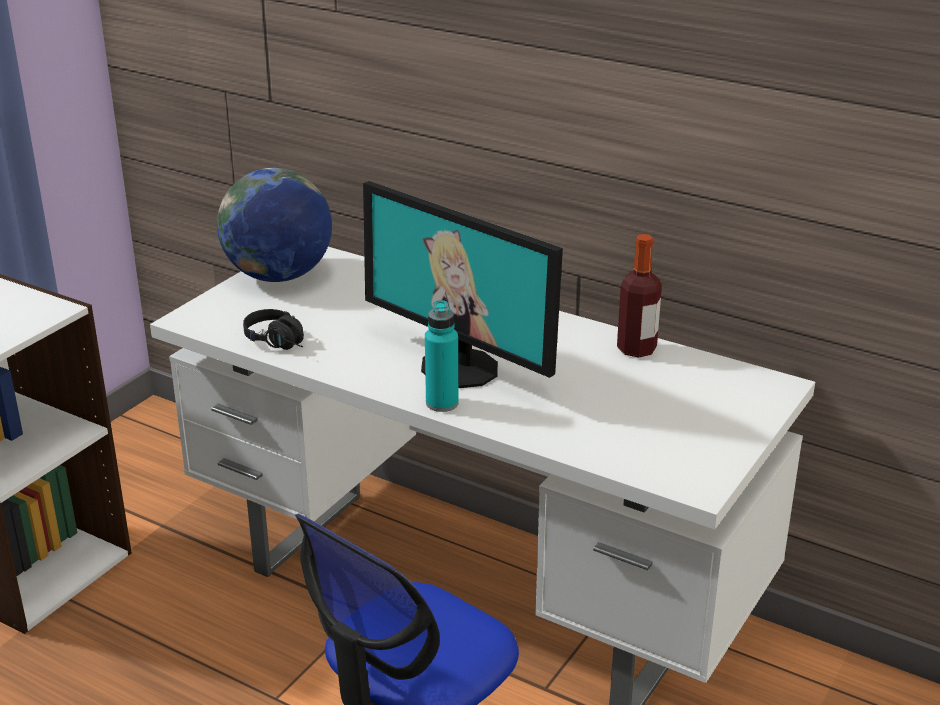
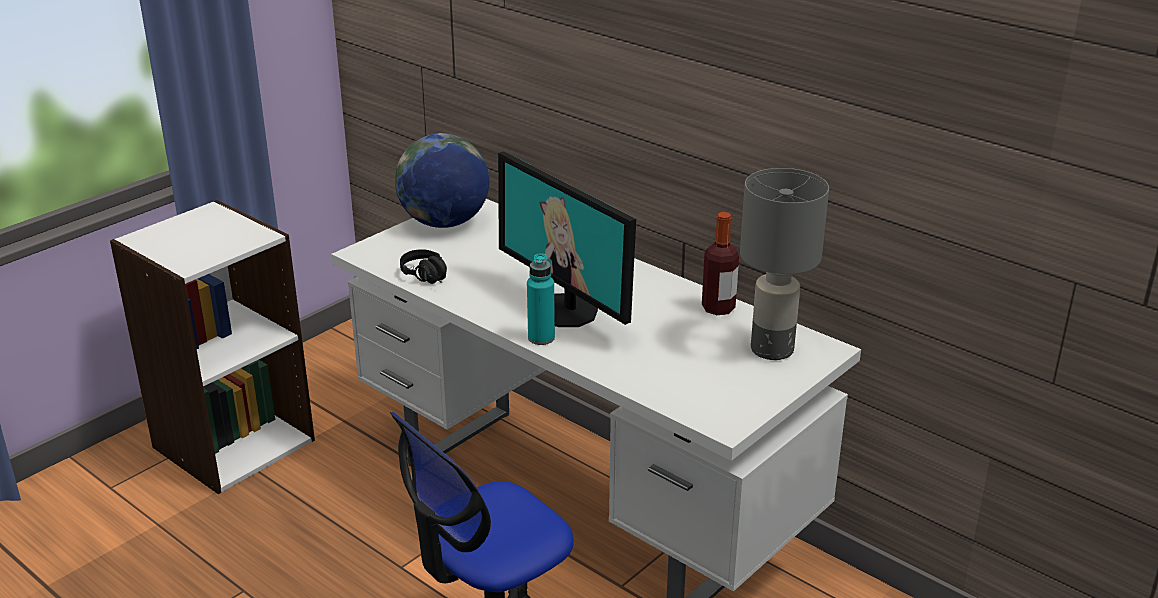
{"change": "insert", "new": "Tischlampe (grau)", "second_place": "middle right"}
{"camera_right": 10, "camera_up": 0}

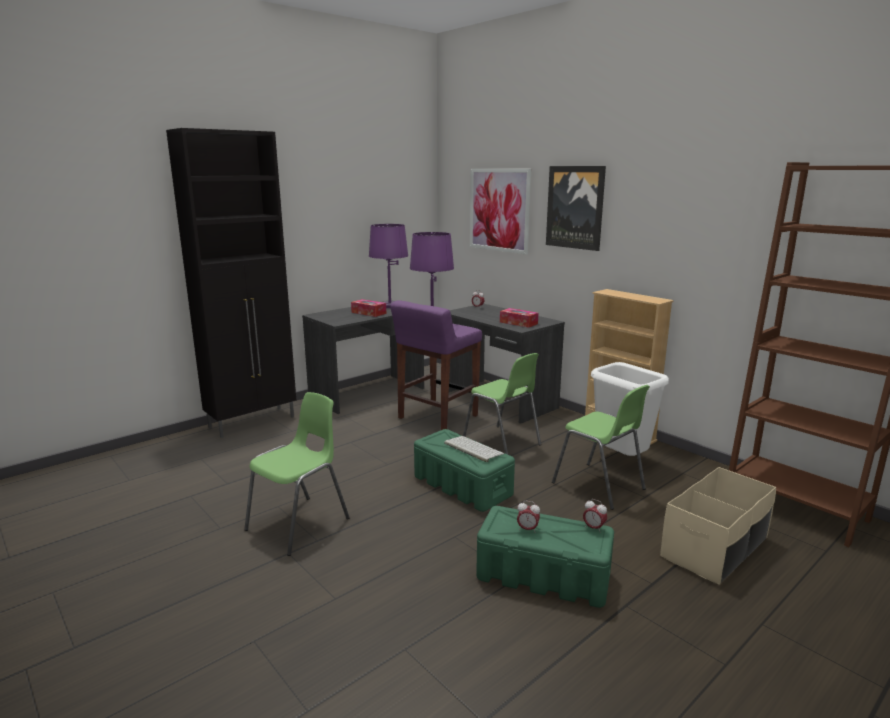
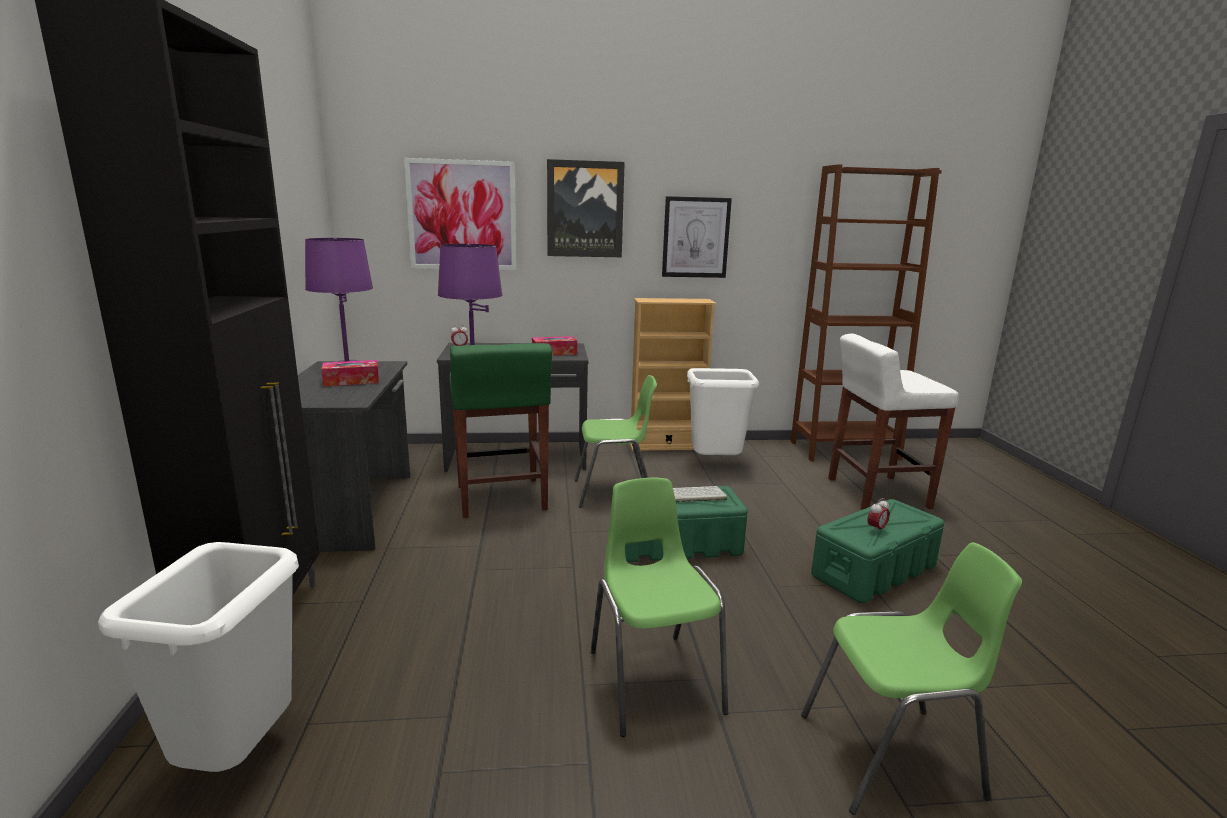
{"change": "recolor", "old": "Hocker (lila)", "new": "Hocker (grün)", "first_place": "centre", "second_place": "centre"}
{"change": "move", "old": "Stuhl (grün) (3rd from left)", "first_place": "middle right", "second_place": "bottom right"}
{"change": "replace", "old": "Aufbewahrungsbox (beige)", "new": "Hocker (weiß)", "first_place": "bottom right", "second_place": "middle right"}
{"change": "delete", "old": "Wecker (3rd from left)", "first_place": "bottom right"}
{"change": "insert", "new": "Bild (3rd from left)", "second_place": "top centre"}
{"change": "insert", "new": "Mülleimer (weiß) (1st from left)", "second_place": "bottom left"}
{"camera_right": -55, "camera_up": 0}

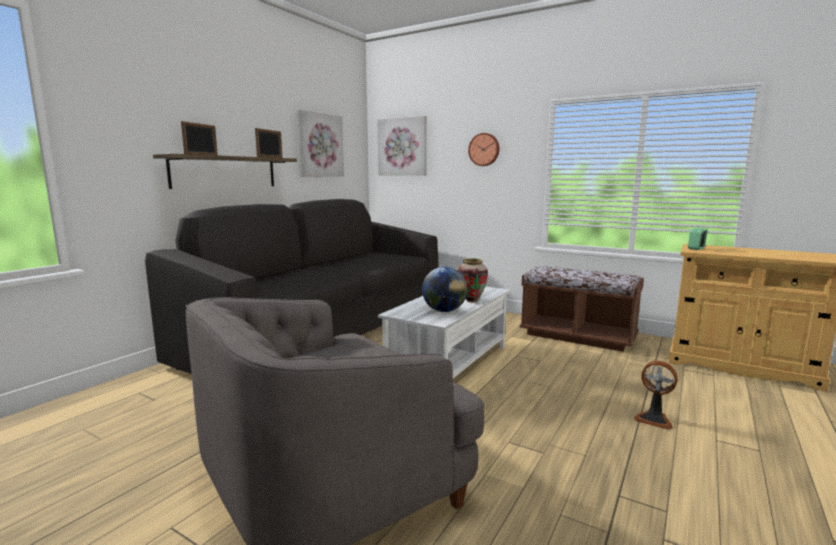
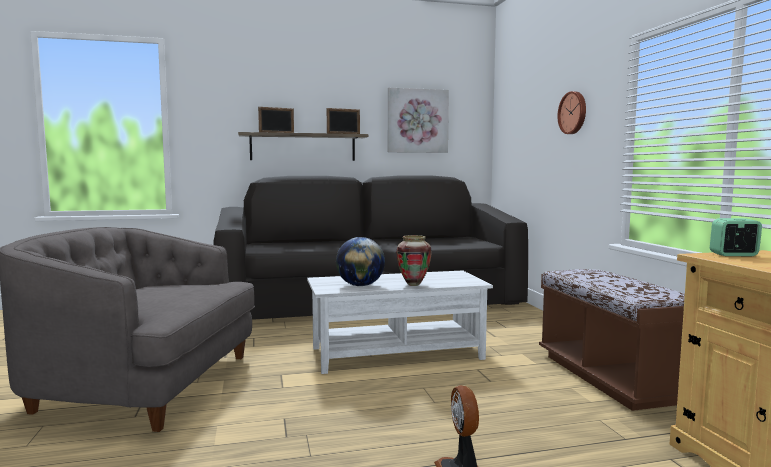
{"change": "delete", "old": "Bild (2nd from left)", "first_place": "top centre"}
{"camera_right": 45, "camera_up": -5}

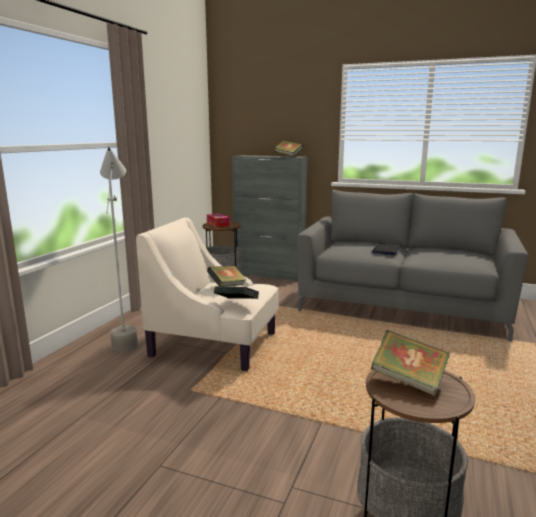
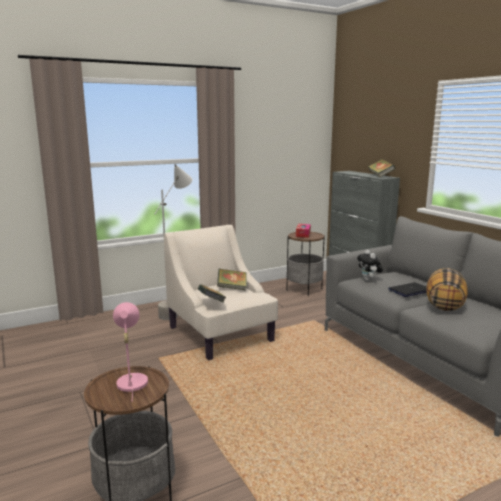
{"change": "replace", "old": "Buch (4th from left)", "new": "Tischlampe (rosa)", "first_place": "bottom right", "second_place": "bottom left"}
{"change": "insert", "new": "Plüschtier", "second_place": "middle right"}
{"change": "insert", "new": "Kissen", "second_place": "middle right"}
{"camera_right": 40, "camera_up": 0}

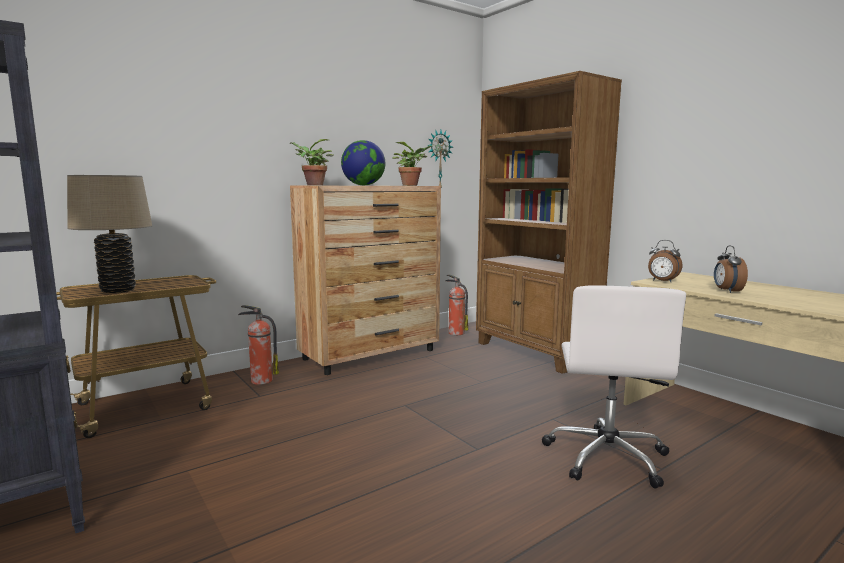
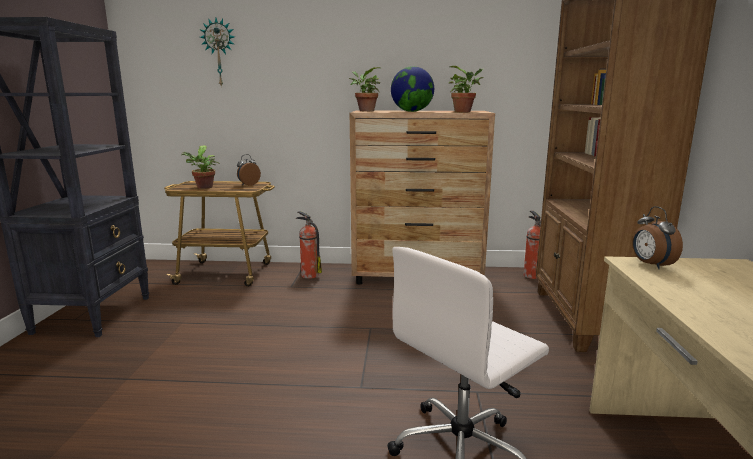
{"change": "move", "old": "Wanduhr", "first_place": "top centre", "second_place": "top left"}
{"change": "replace", "old": "Tischlampe (beige)", "new": "Topfpflanze (1st from left)", "first_place": "middle left", "second_place": "middle left"}
{"change": "move", "old": "Wecker (2nd from left in the first image)", "new": "Wecker (1st from left)", "first_place": "middle right", "second_place": "middle left"}
{"camera_right": 40, "camera_up": 5}

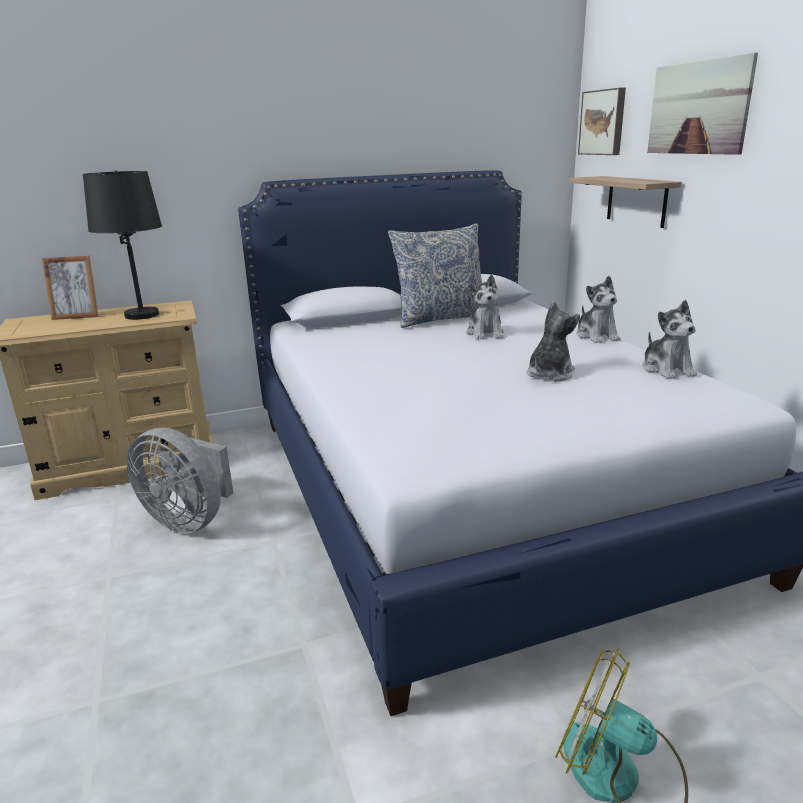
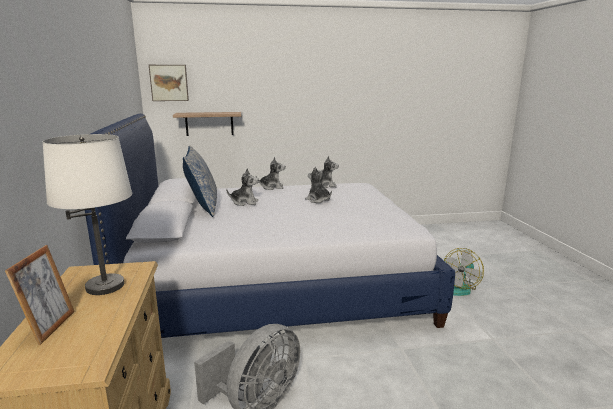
{"change": "delete", "old": "Bild (2nd from left)", "first_place": "top right"}
{"change": "recolor", "old": "Tischlampe (schwarz)", "new": "Tischlampe (weiß)", "first_place": "top left", "second_place": "middle left"}
{"camera_right": -80, "camera_up": -5}

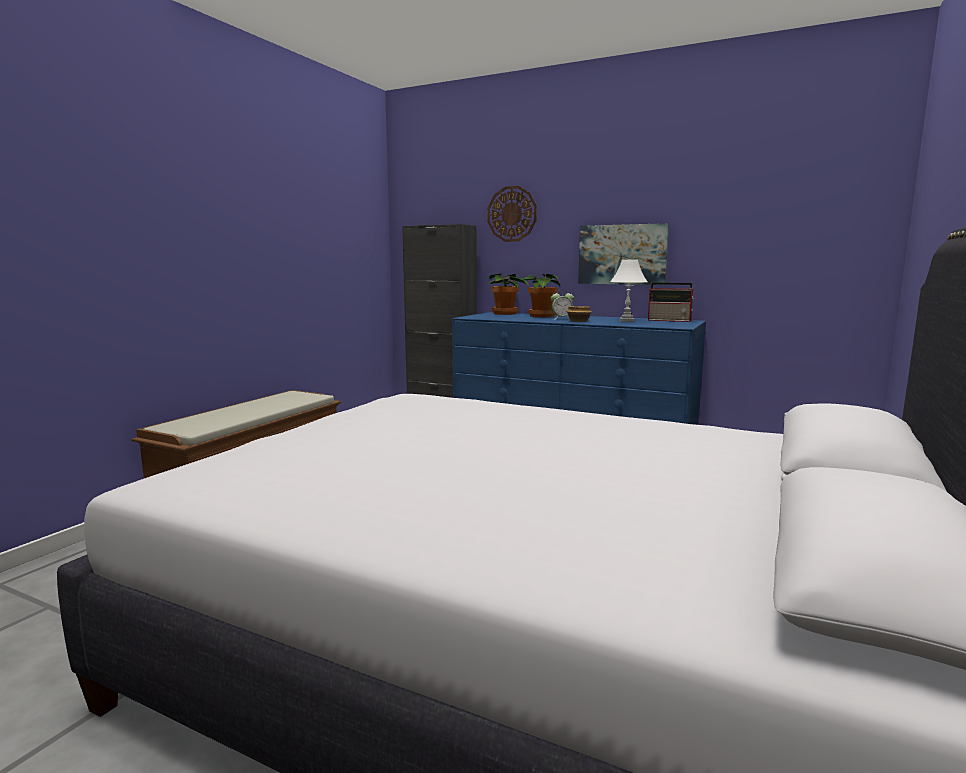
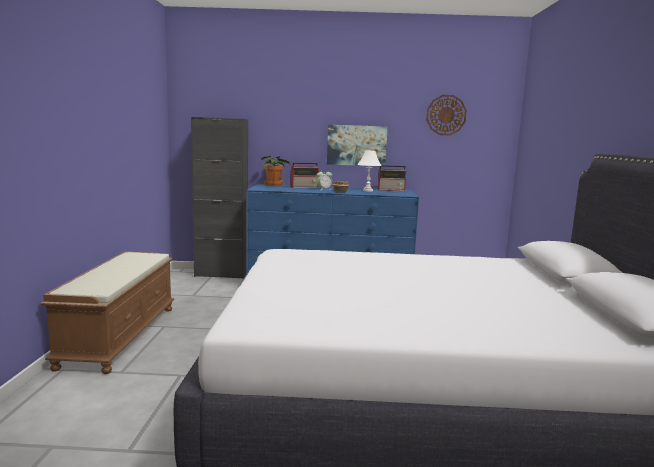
{"change": "move", "old": "Wanduhr", "first_place": "top centre", "second_place": "top right"}
{"change": "replace", "old": "Topfpflanze (2nd from left)", "new": "Radio (1st from left)", "first_place": "centre", "second_place": "centre"}
{"camera_right": -25, "camera_up": 0}

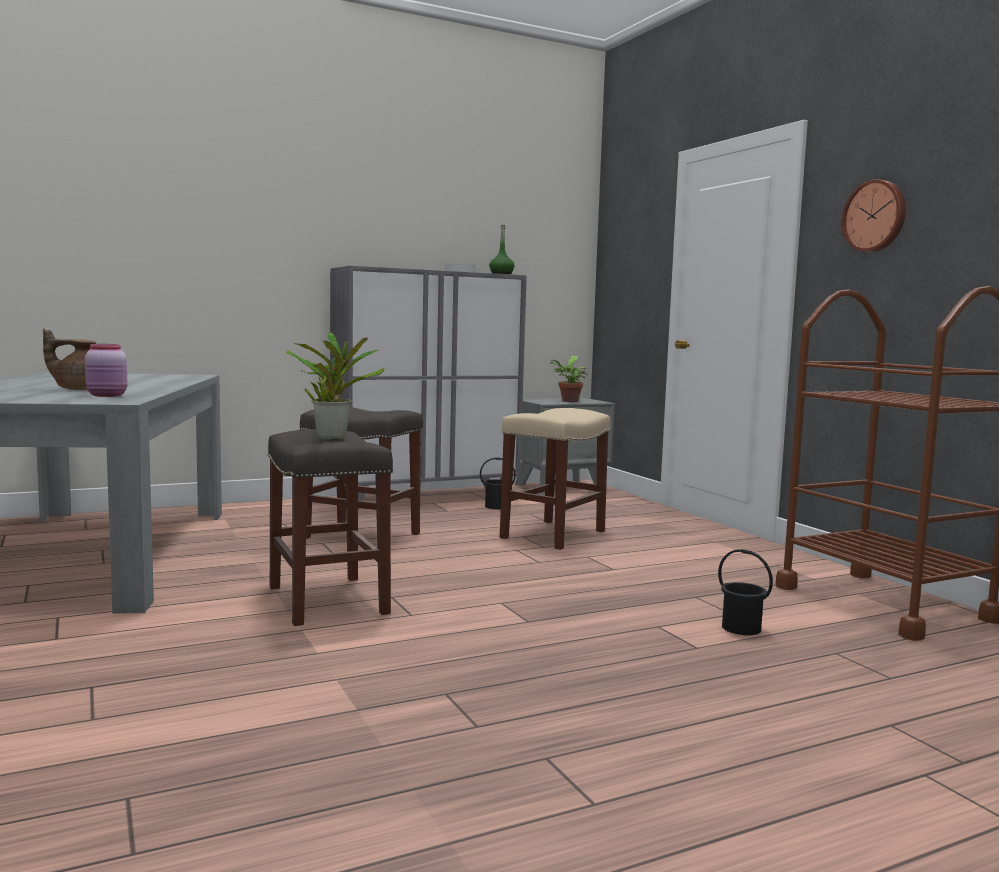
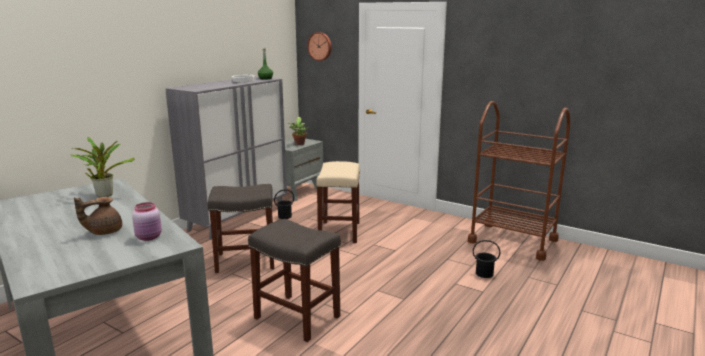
{"change": "move", "old": "Wanduhr", "first_place": "top right", "second_place": "top centre"}
{"change": "move", "old": "Topfpflanze (1st from left)", "first_place": "centre", "second_place": "middle left"}
{"camera_right": -30, "camera_up": 10}

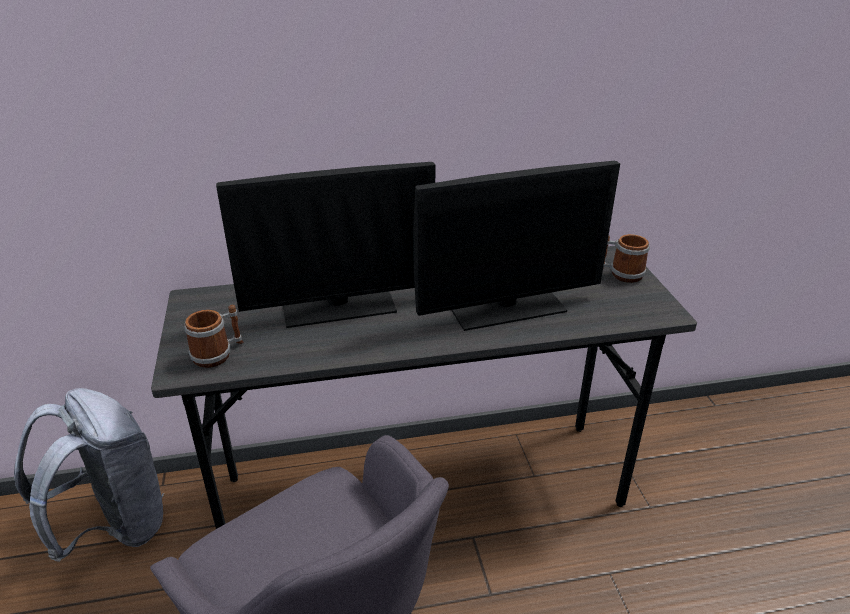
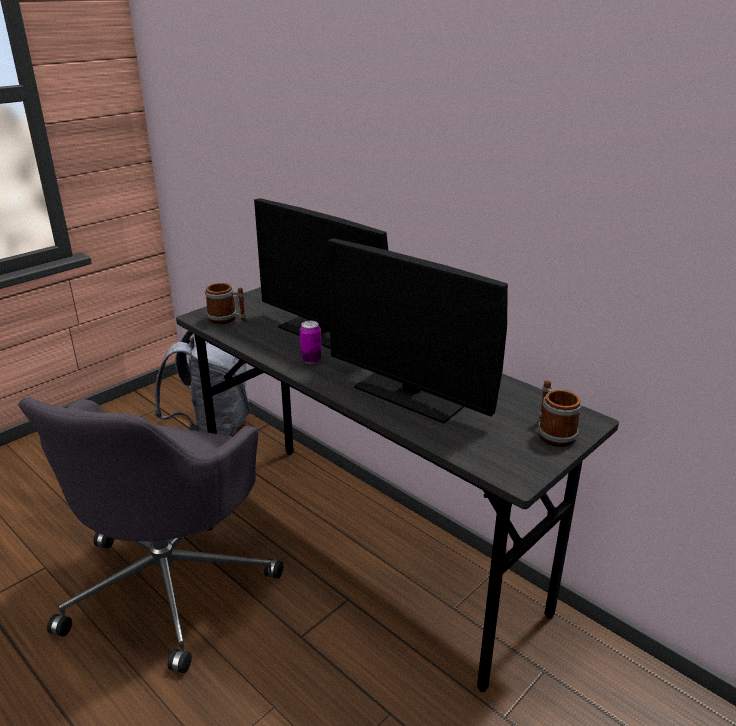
{"change": "insert", "new": "Dose", "second_place": "centre"}
{"camera_right": 55, "camera_up": -5}

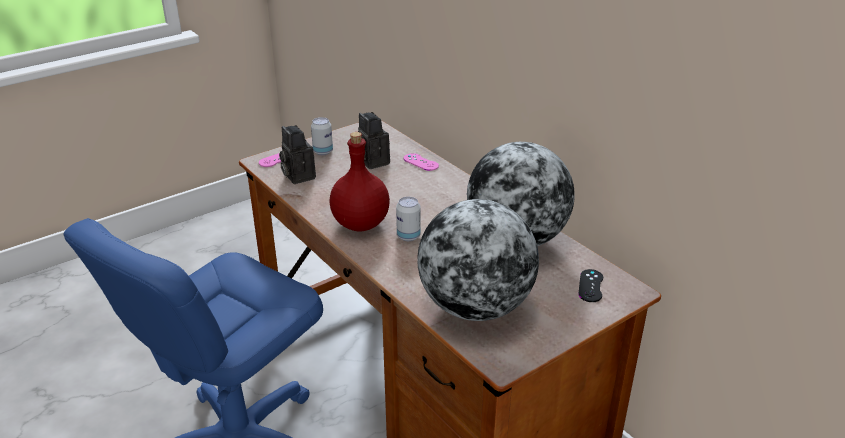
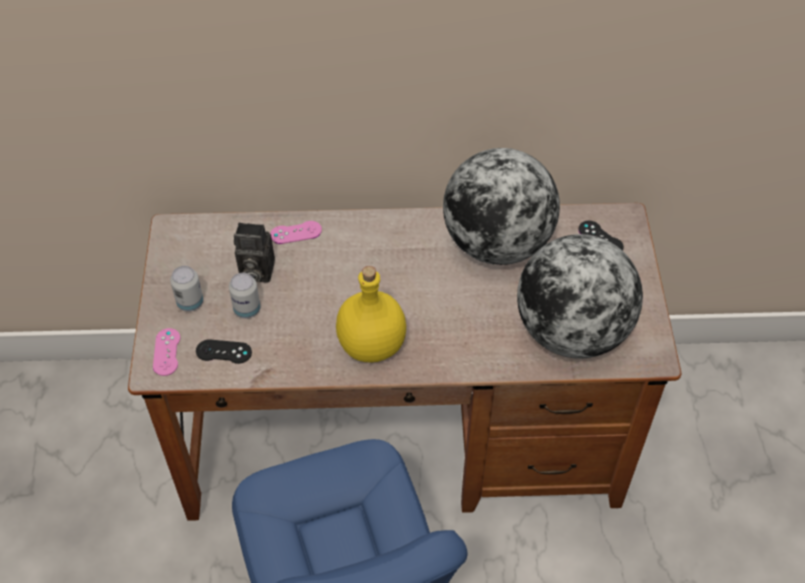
{"change": "replace", "old": "Kamera (1st from left)", "new": "Gamepad (schwarz) (1st from left)", "first_place": "centre", "second_place": "middle left"}
{"change": "recolor", "old": "Flasche (rot)", "new": "Flasche (gelb)", "first_place": "centre", "second_place": "centre"}
{"change": "move", "old": "Dose (2nd from left)", "first_place": "centre", "second_place": "middle left"}
{"camera_right": -55, "camera_up": 20}

